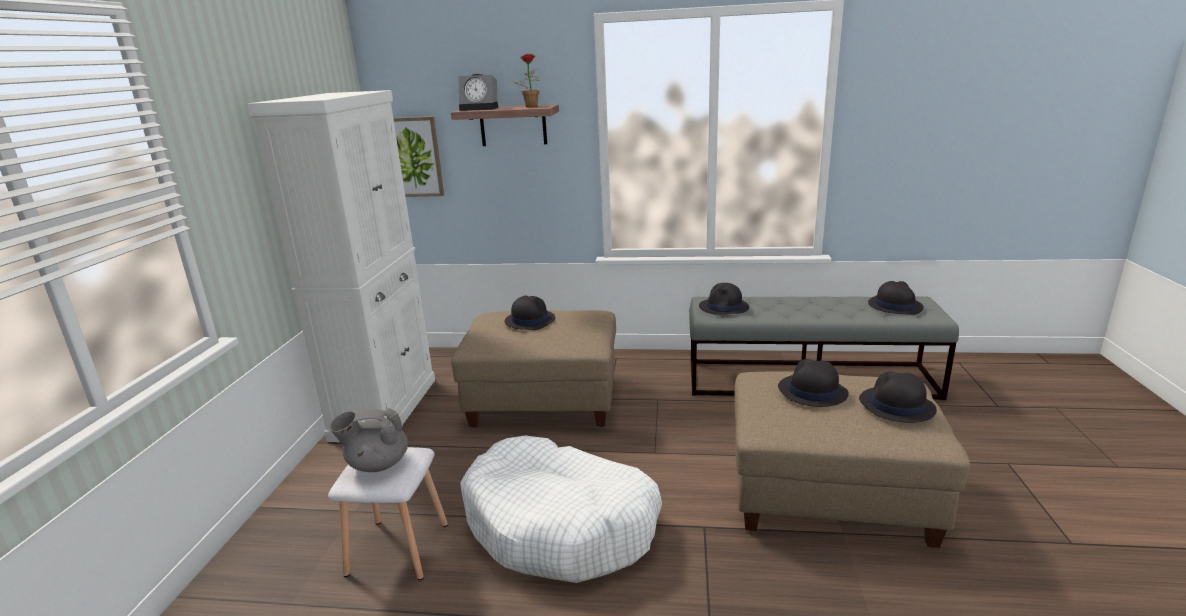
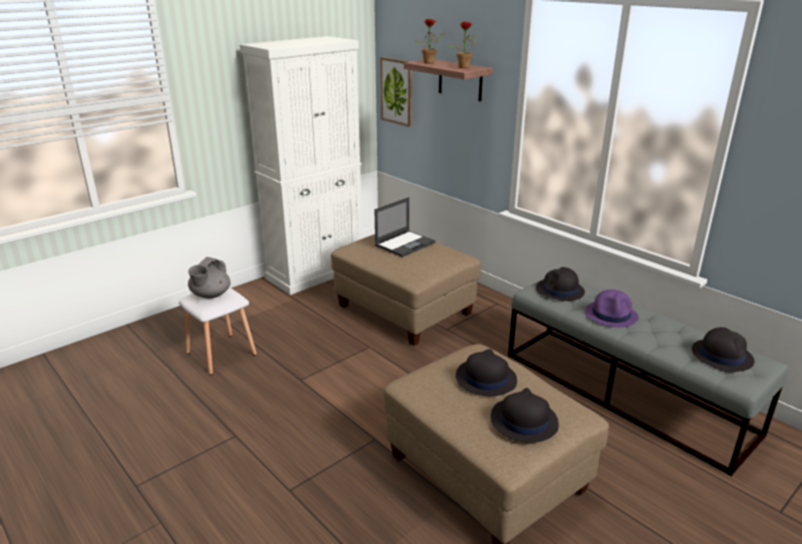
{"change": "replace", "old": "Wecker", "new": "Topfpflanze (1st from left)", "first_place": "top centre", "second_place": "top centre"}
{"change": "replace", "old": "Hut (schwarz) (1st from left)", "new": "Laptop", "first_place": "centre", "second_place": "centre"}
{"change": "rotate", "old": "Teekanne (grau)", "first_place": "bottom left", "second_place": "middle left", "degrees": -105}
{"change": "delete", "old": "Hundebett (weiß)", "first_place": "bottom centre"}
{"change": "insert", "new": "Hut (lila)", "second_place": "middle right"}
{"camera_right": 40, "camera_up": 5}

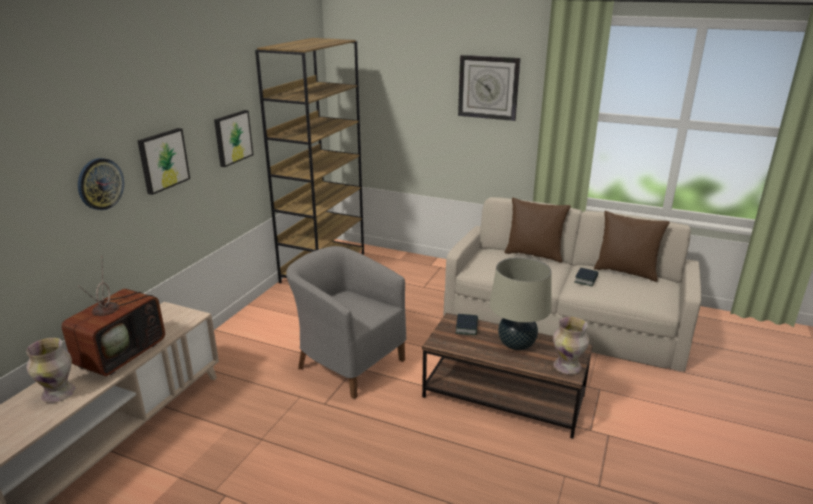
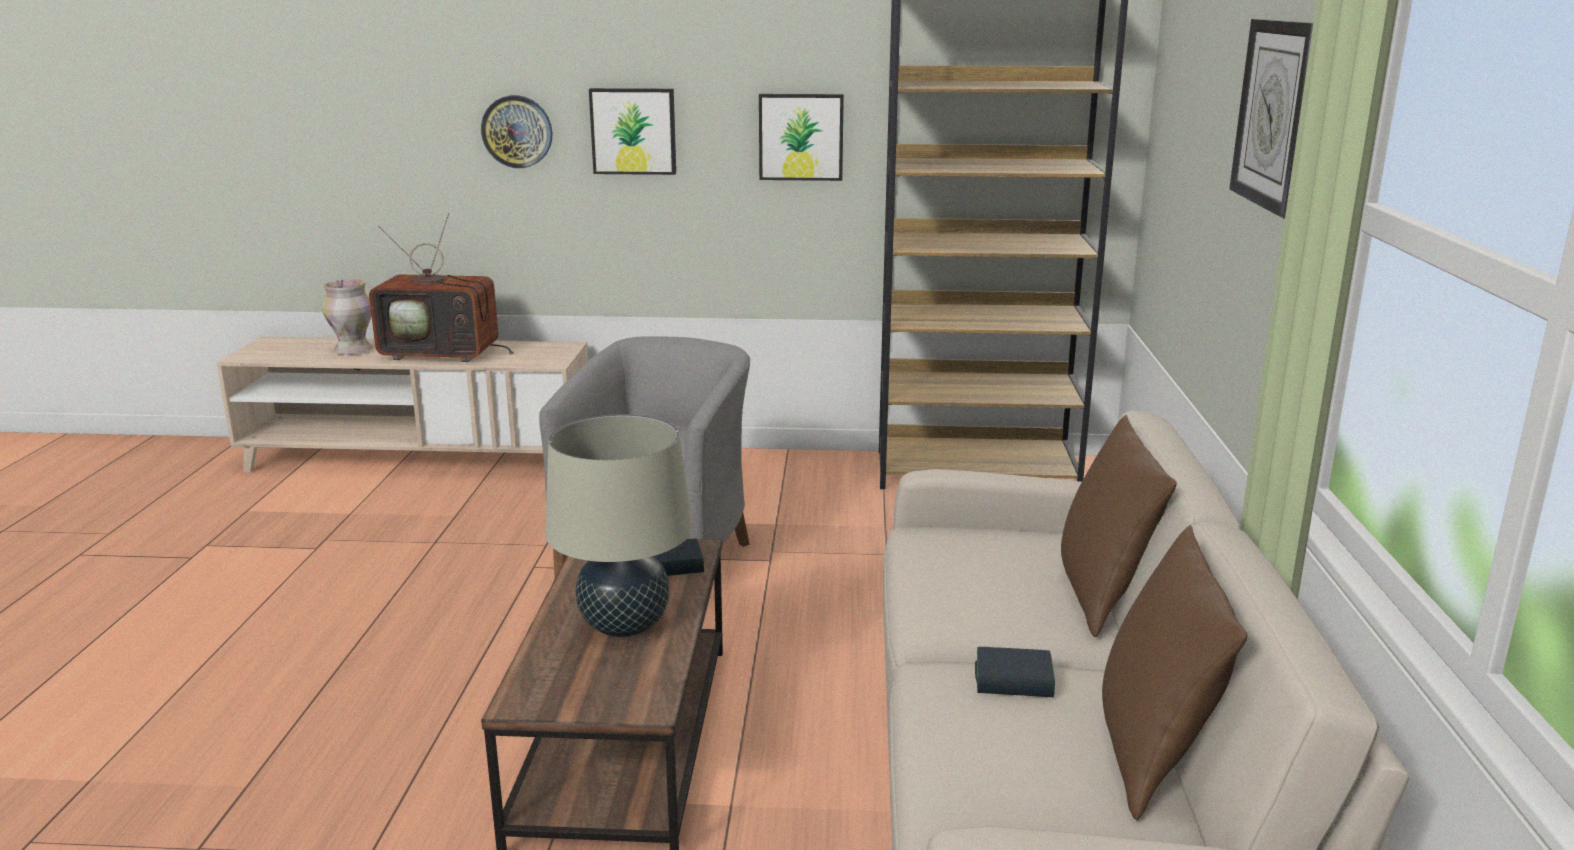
{"change": "delete", "old": "Vase (2nd from left)", "first_place": "bottom right"}
{"camera_right": 70, "camera_up": -5}

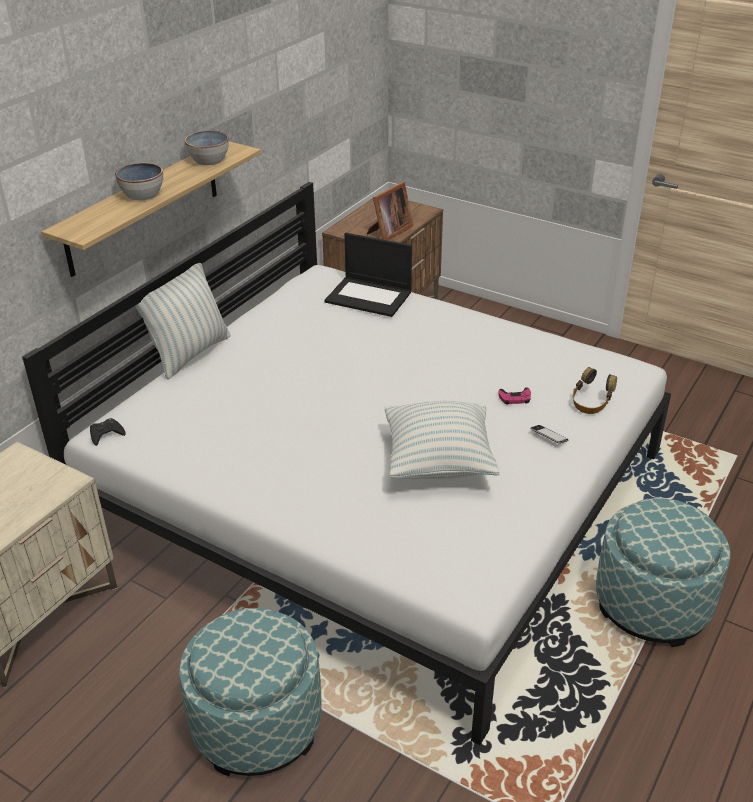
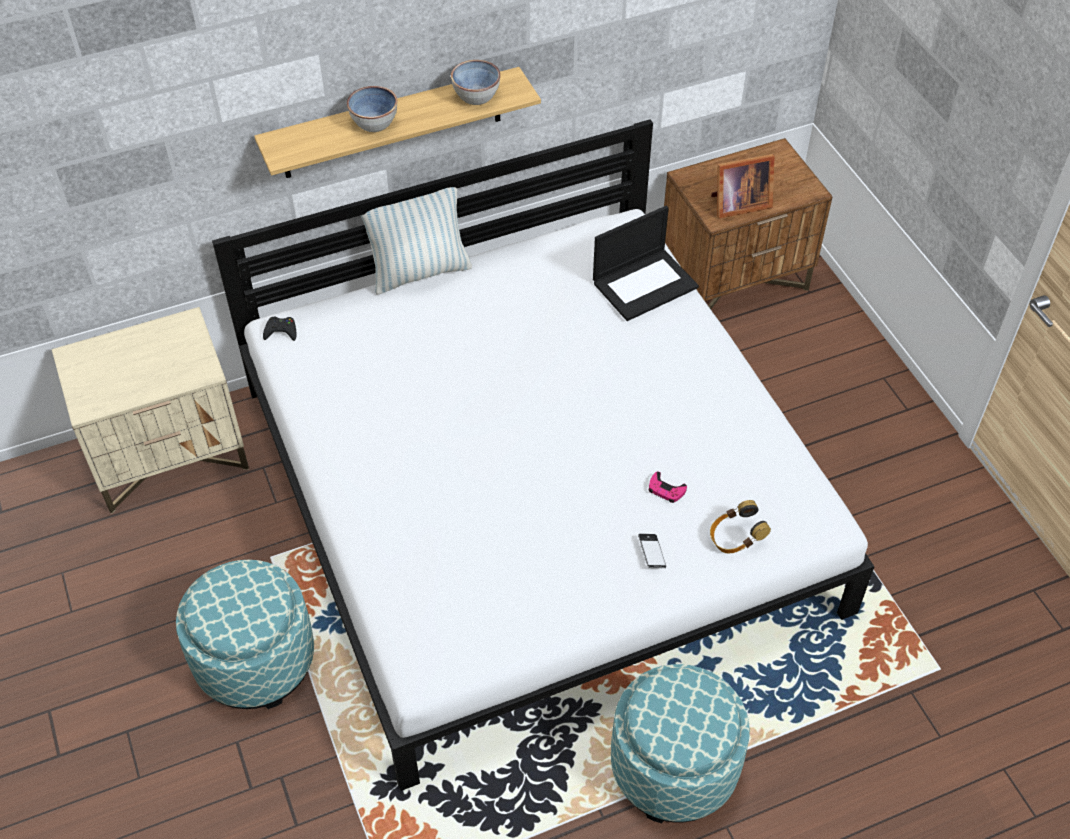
{"change": "rotate", "old": "Laptop", "first_place": "centre", "second_place": "top centre", "degrees": -90}
{"change": "delete", "old": "Kissen (2nd from left)", "first_place": "centre"}
{"camera_right": 35, "camera_up": 15}

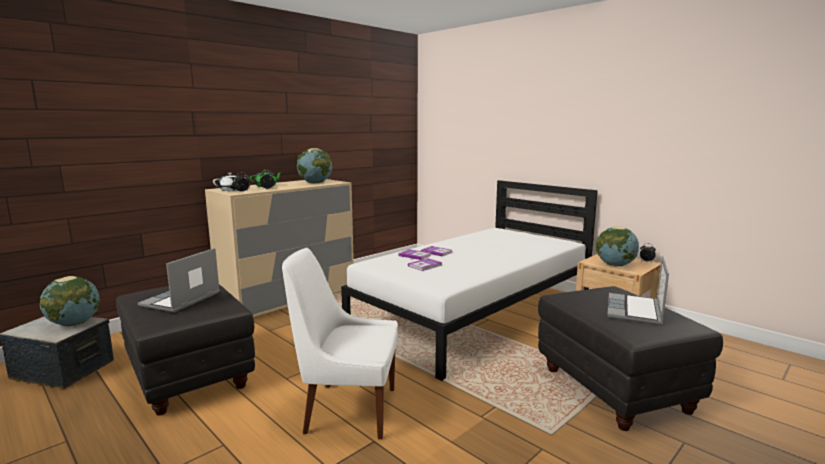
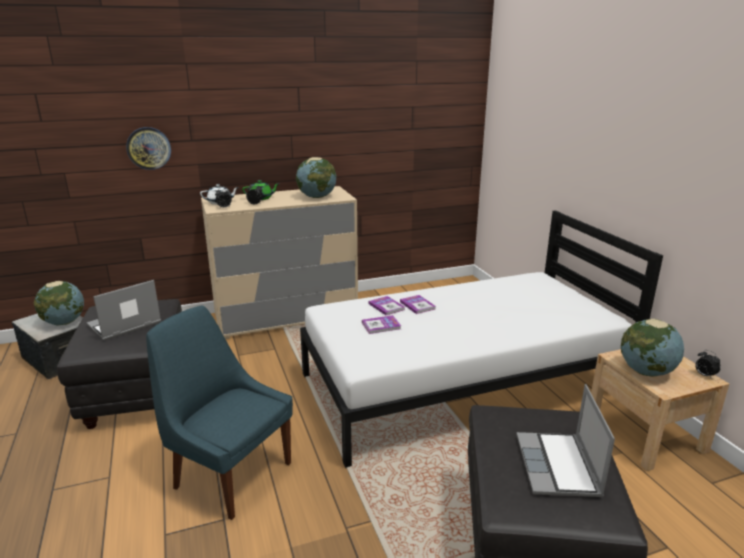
{"change": "recolor", "old": "Stuhl (weiß)", "new": "Stuhl (blau)", "first_place": "bottom centre", "second_place": "bottom left"}
{"change": "rotate", "old": "Laptop (2nd from left)", "first_place": "middle right", "second_place": "bottom right", "degrees": -45}
{"change": "insert", "new": "Wanduhr", "second_place": "top left"}
{"camera_right": 25, "camera_up": 10}

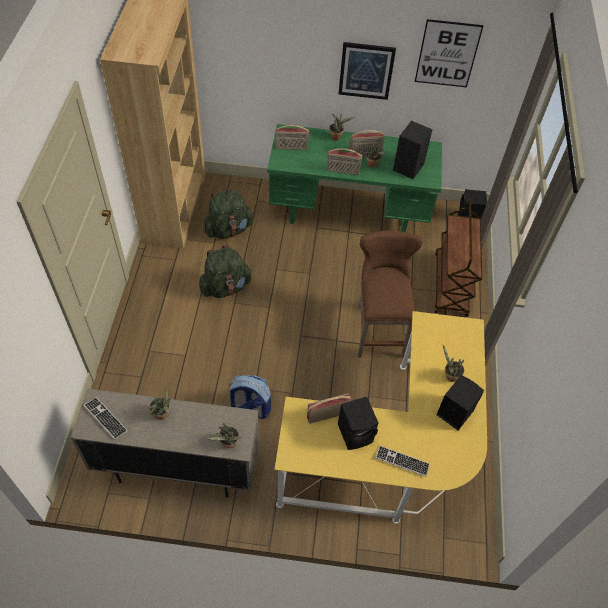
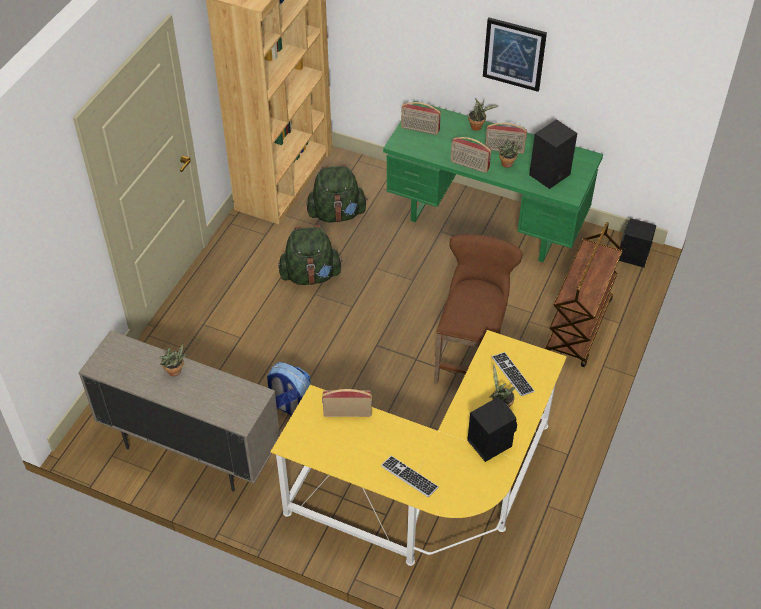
{"change": "delete", "old": "Bild (2nd from left)", "first_place": "top right"}
{"change": "move", "old": "Tastatur (1st from left in the first image)", "new": "Tastatur (2nd from left)", "first_place": "bottom left", "second_place": "middle right"}
{"change": "delete", "old": "Lautsprecher (schwarz) (1st from left)", "first_place": "bottom centre"}
{"change": "delete", "old": "Topfpflanze (2nd from left)", "first_place": "bottom centre"}
{"camera_right": 20, "camera_up": -5}

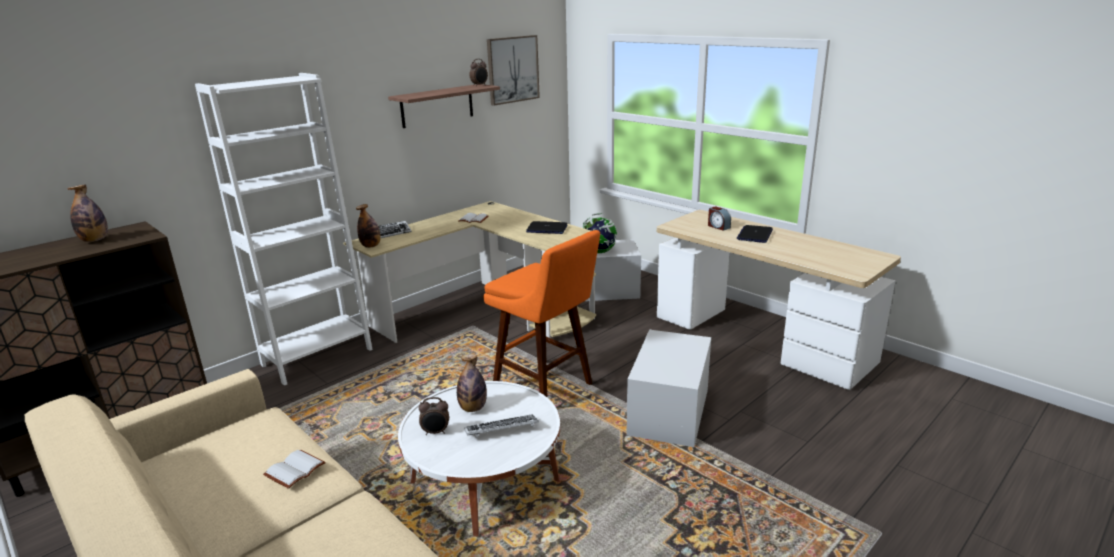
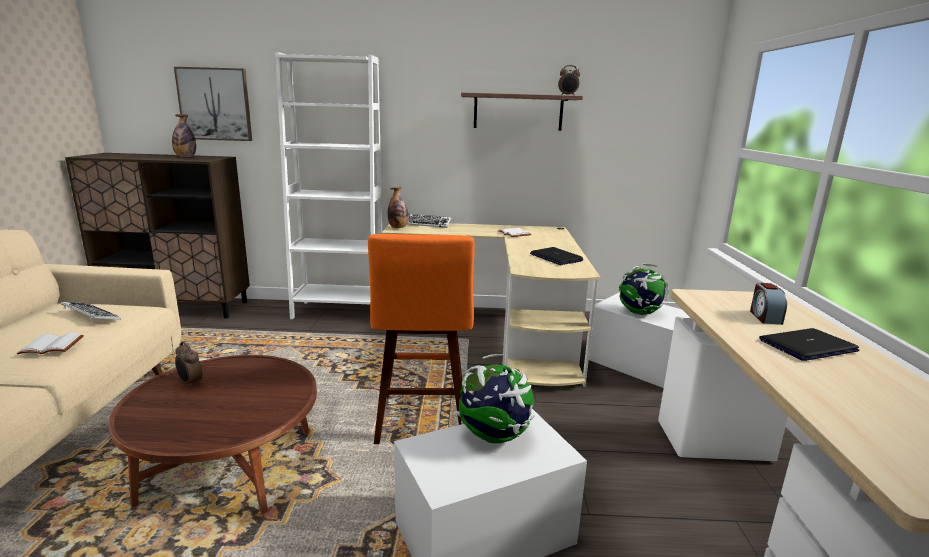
{"change": "move", "old": "Bild", "first_place": "top centre", "second_place": "top left"}
{"change": "delete", "old": "Flasche (3rd from left)", "first_place": "bottom centre"}
{"change": "recolor", "old": "Couchtisch (weiß)", "new": "Couchtisch (braun)", "first_place": "bottom centre", "second_place": "bottom left"}
{"change": "move", "old": "Tastatur (2nd from left in the first image)", "new": "Tastatur (1st from left)", "first_place": "bottom centre", "second_place": "middle left"}
{"change": "insert", "new": "Globus (1st from left)", "second_place": "bottom centre"}
{"camera_right": 45, "camera_up": -5}

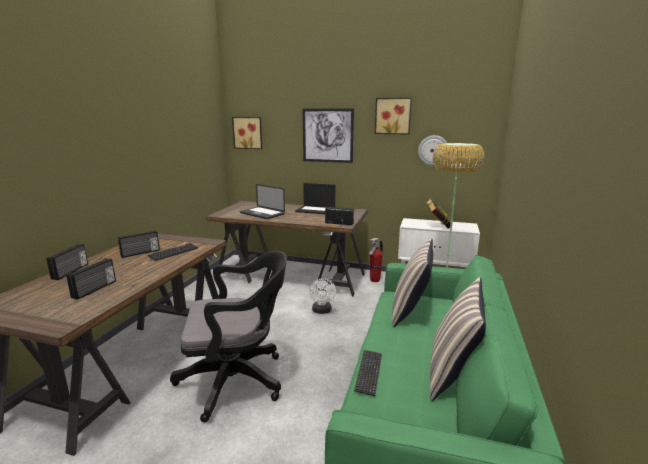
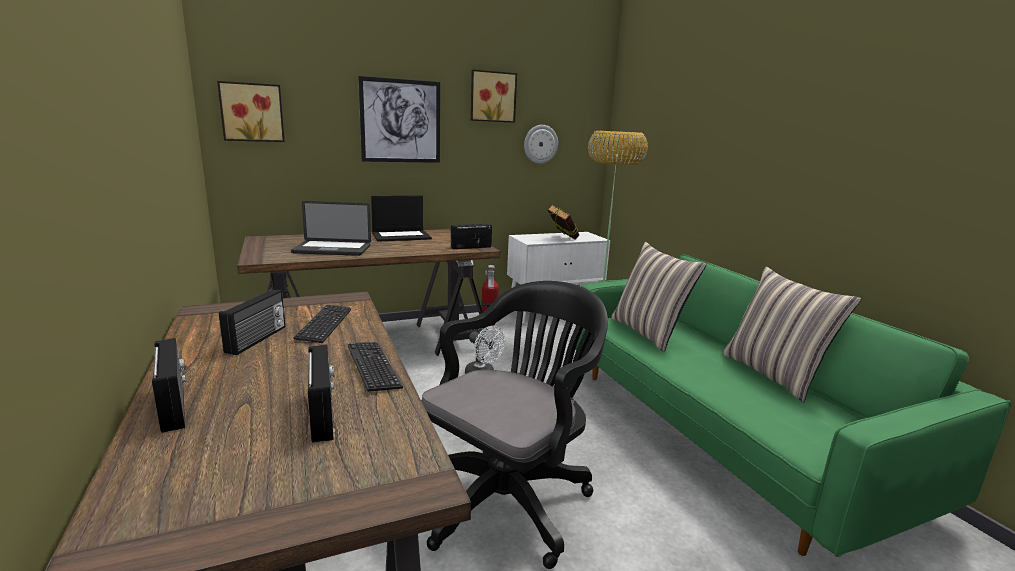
{"change": "move", "old": "Tastatur (2nd from left)", "first_place": "bottom centre", "second_place": "centre"}
{"camera_right": -40, "camera_up": 0}

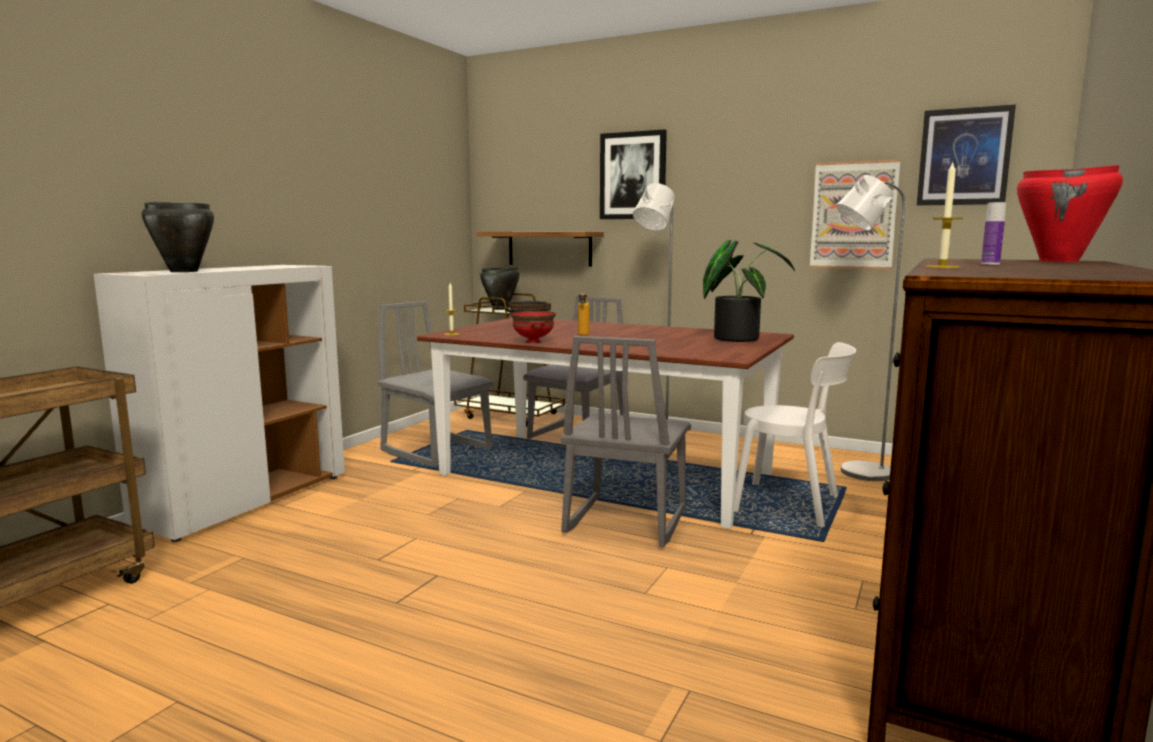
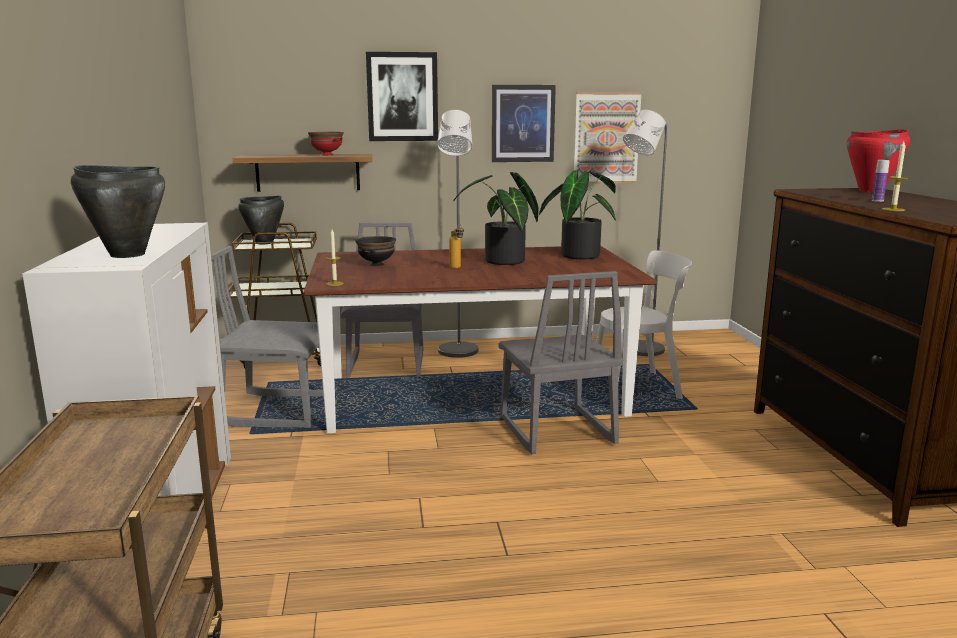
{"change": "move", "old": "Bild (3rd from left in the first image)", "new": "Bild (2nd from left)", "first_place": "top right", "second_place": "top centre"}
{"change": "move", "old": "Schüssel (rot)", "first_place": "centre", "second_place": "top centre"}
{"change": "insert", "new": "Topfpflanze (1st from left)", "second_place": "centre"}
{"camera_right": -35, "camera_up": 5}

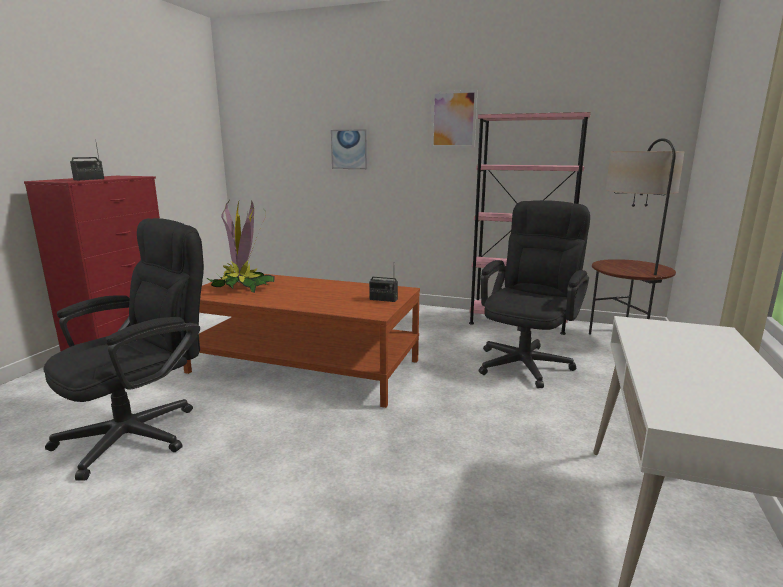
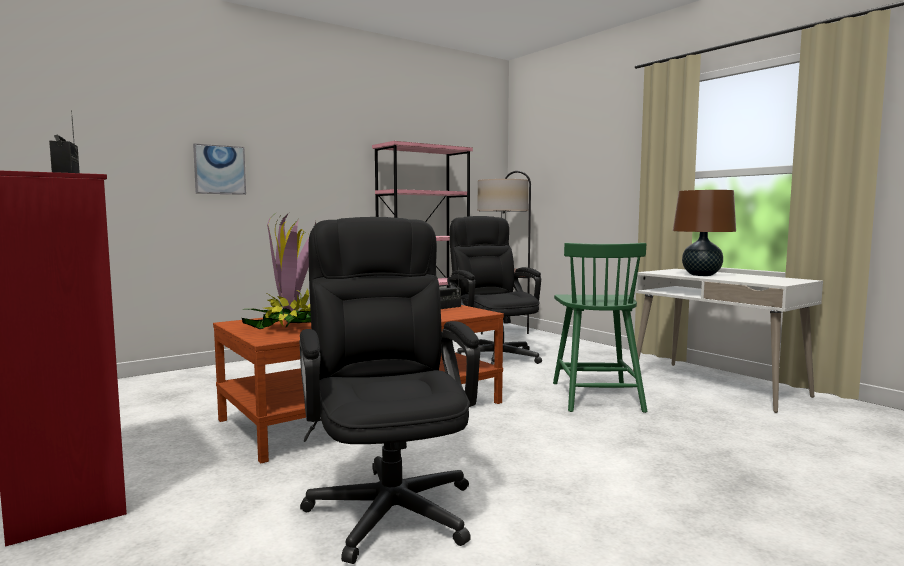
{"change": "delete", "old": "Bild (2nd from left)", "first_place": "top centre"}
{"change": "insert", "new": "Tischlampe (braun)", "second_place": "middle right"}
{"change": "insert", "new": "Stuhl (grün)", "second_place": "centre"}
{"camera_right": -55, "camera_up": -10}

